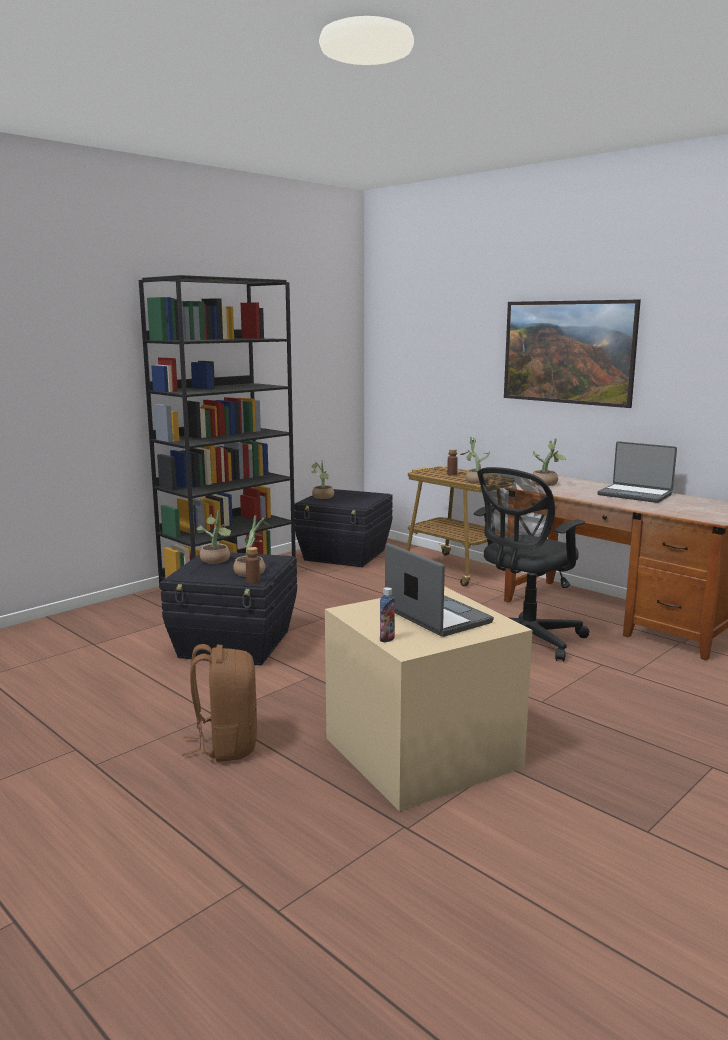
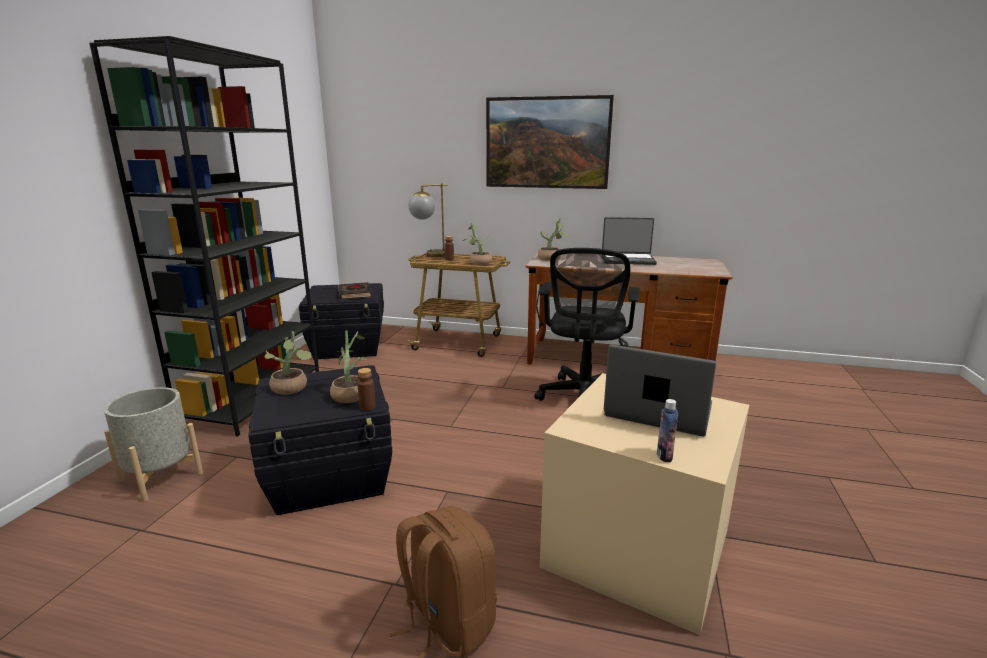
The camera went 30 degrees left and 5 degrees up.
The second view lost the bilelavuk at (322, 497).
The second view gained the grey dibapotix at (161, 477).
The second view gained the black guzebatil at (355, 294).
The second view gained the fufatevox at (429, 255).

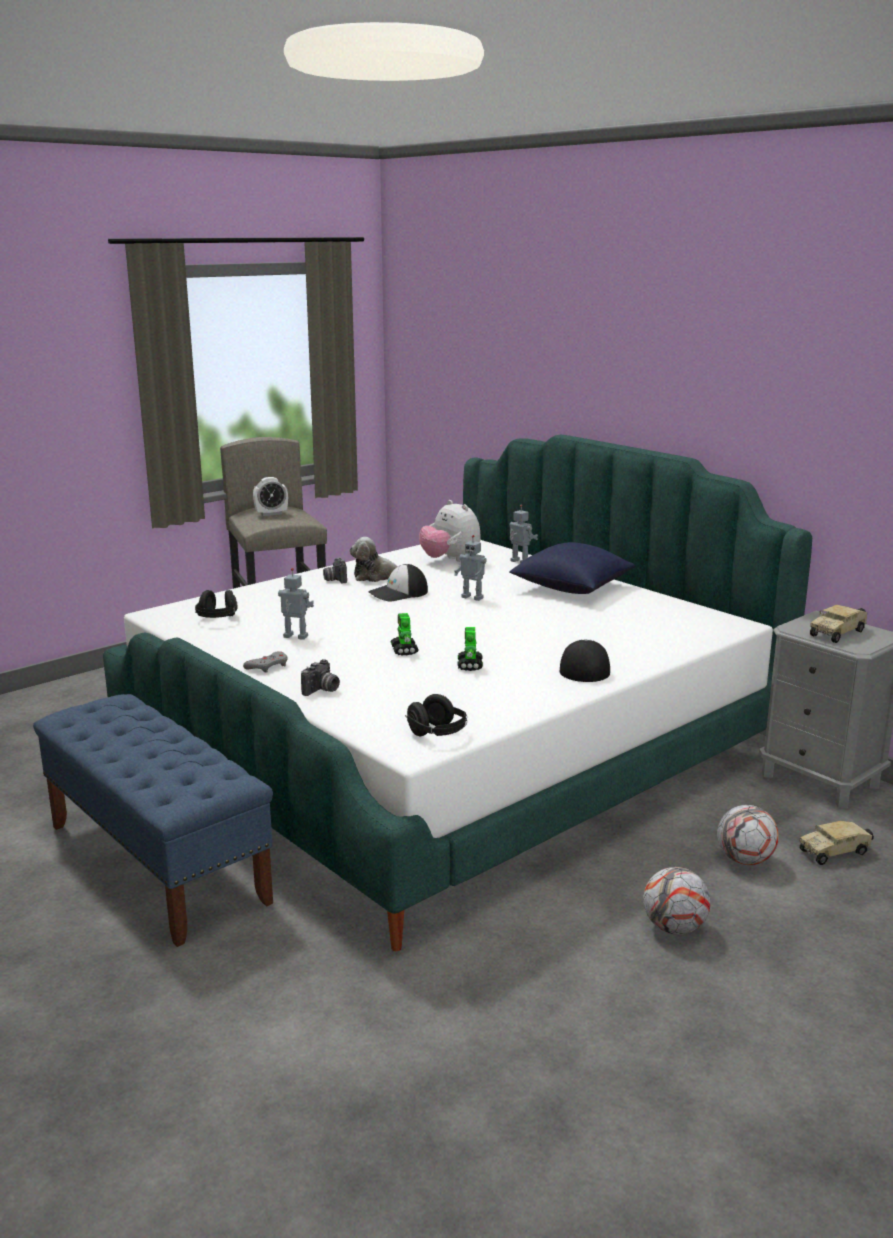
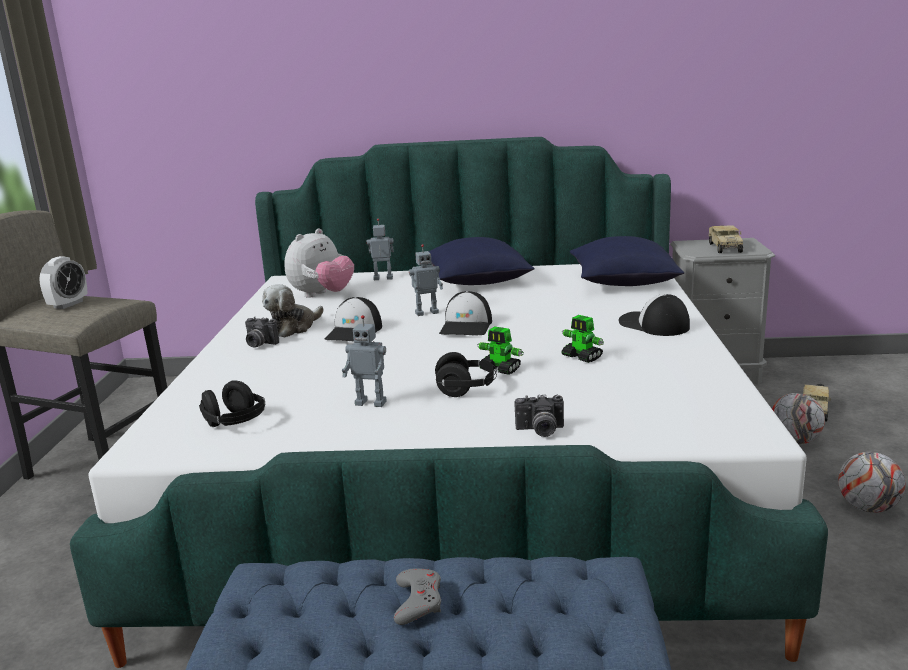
The camera went 45 degrees left and 0 degrees up.
The second view gained the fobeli at (466, 326).
The second view gained the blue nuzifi at (623, 282).
The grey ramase ended up elsewhere, having gone from (268, 666) to (418, 601).
The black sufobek ended up elsewhere, having gone from (437, 734) to (466, 389).
The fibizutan at (295, 637) ended up facing another way, 135 degrees counterclockwise from before.
The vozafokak at (322, 690) ended up facing another way, 105 degrees clockwise from before.
The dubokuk at (450, 560) ended up facing another way, 60 degrees counterclockwise from before.

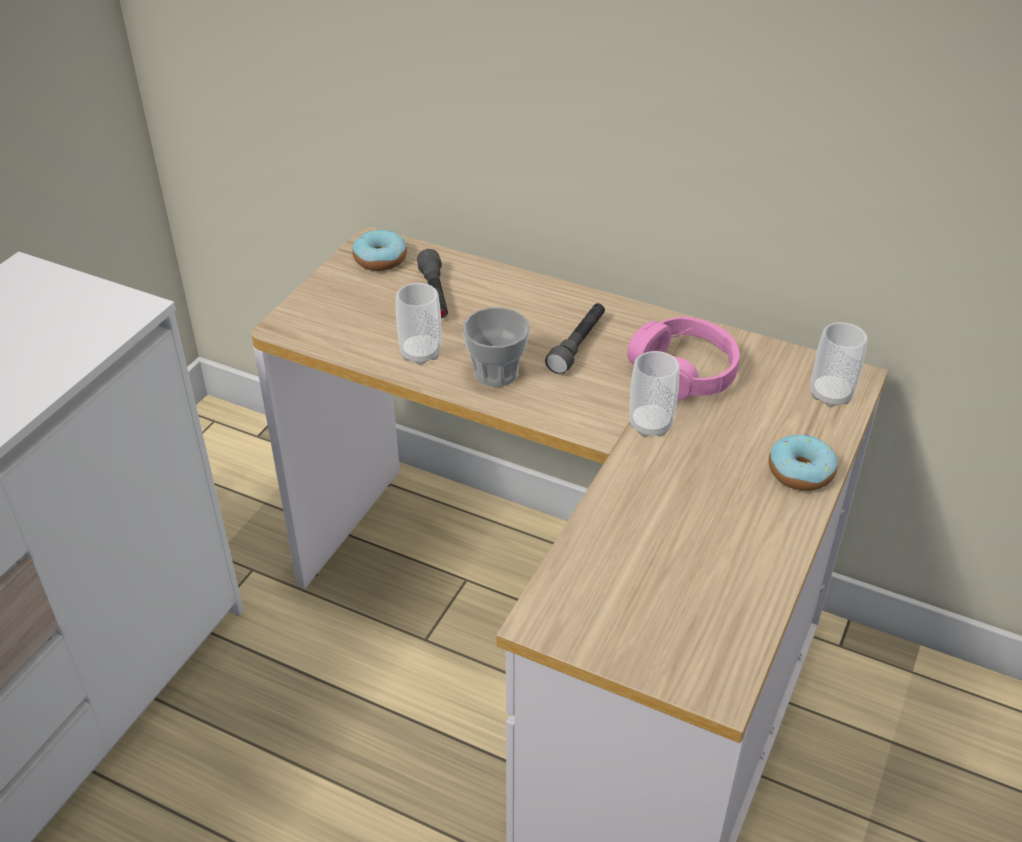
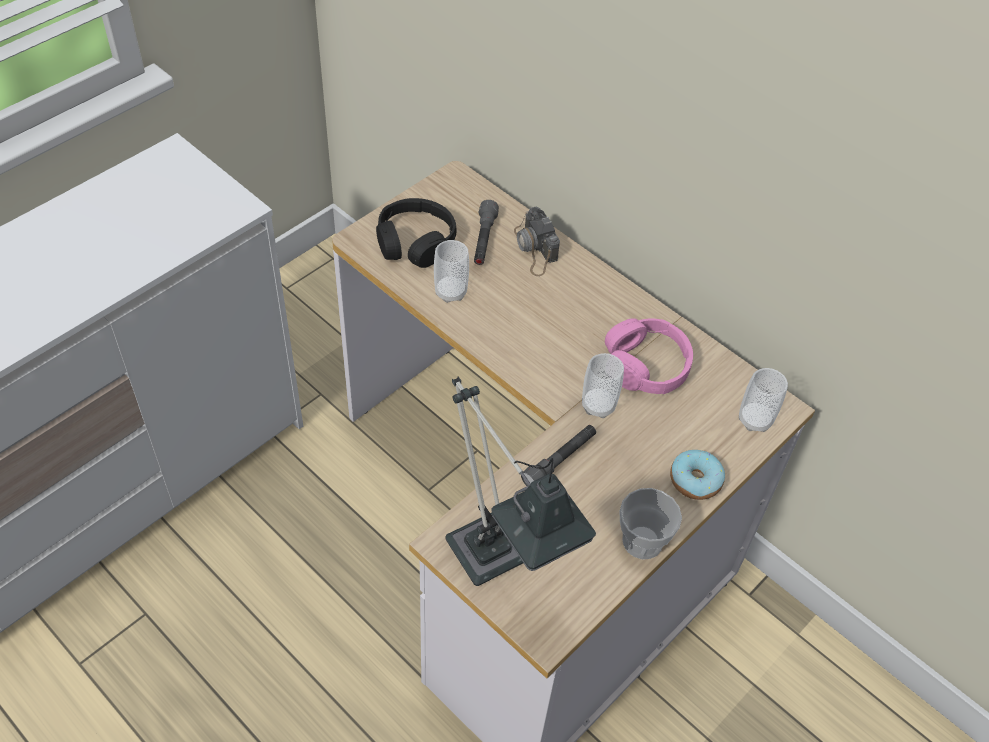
The camera went 15 degrees right and 10 degrees up.
The second view lost the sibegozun at (380, 259).
The second view gained the black sufobek at (415, 242).
The second view gained the fufatevox at (497, 565).
The second view gained the vozafokak at (535, 249).
The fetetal ended up elsewhere, having gone from (496, 373) to (642, 541).
The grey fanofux ended up elsewhere, having gone from (577, 345) to (560, 461).

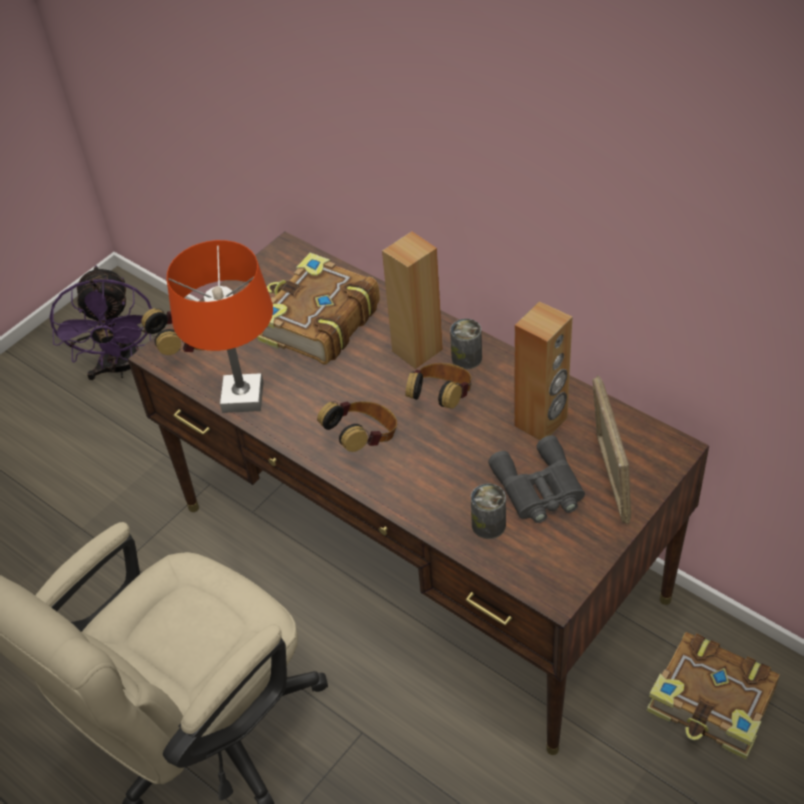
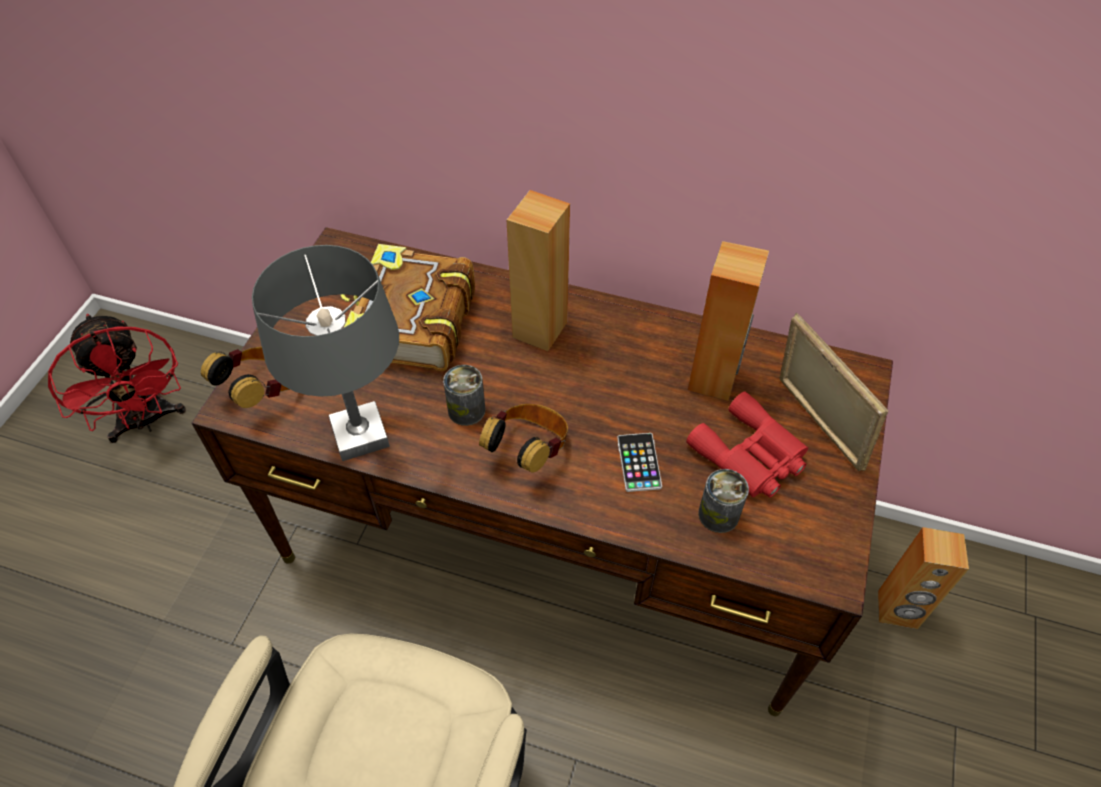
The camera went 25 degrees left and 5 degrees up.
The second view lost the sufobek at (442, 399).
The second view gained the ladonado at (639, 462).
The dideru ended up elsewhere, having gone from (466, 358) to (466, 410).
Where the guzebatil stood at (712, 704), the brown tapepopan came to stand at (897, 610).
What was the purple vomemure at (122, 369) turned into the red vomemure at (146, 421).
What was the orange fufatevox at (242, 397) turned into the grey fufatevox at (359, 436).
What was the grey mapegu at (539, 489) turned into the red mapegu at (750, 456).

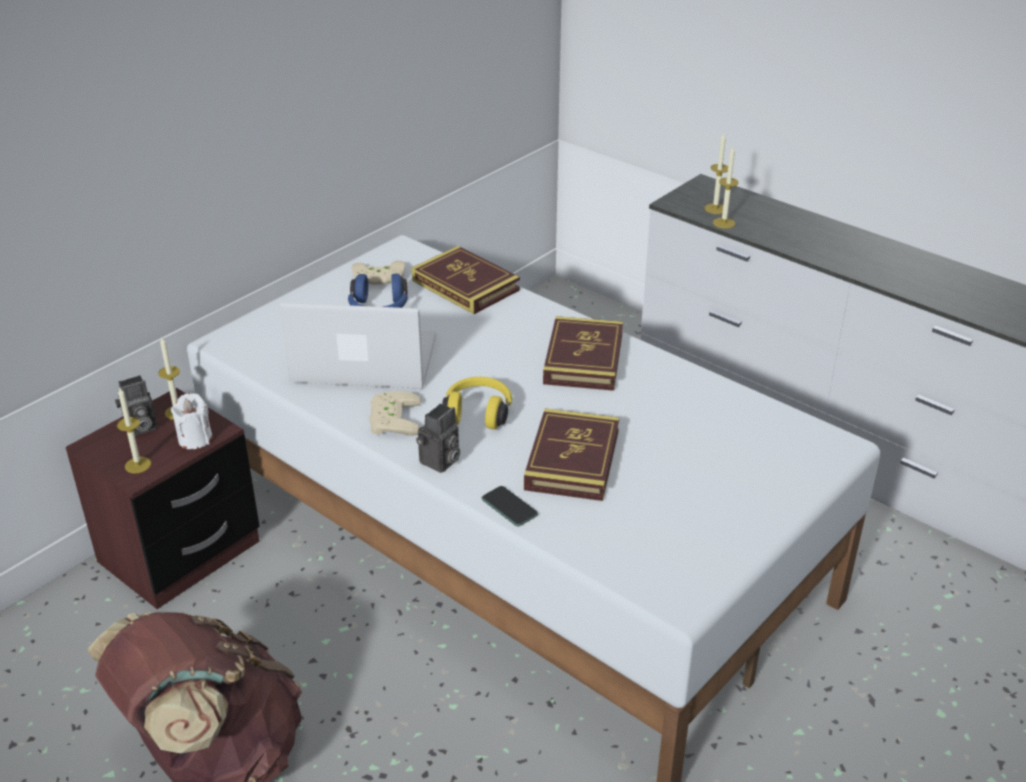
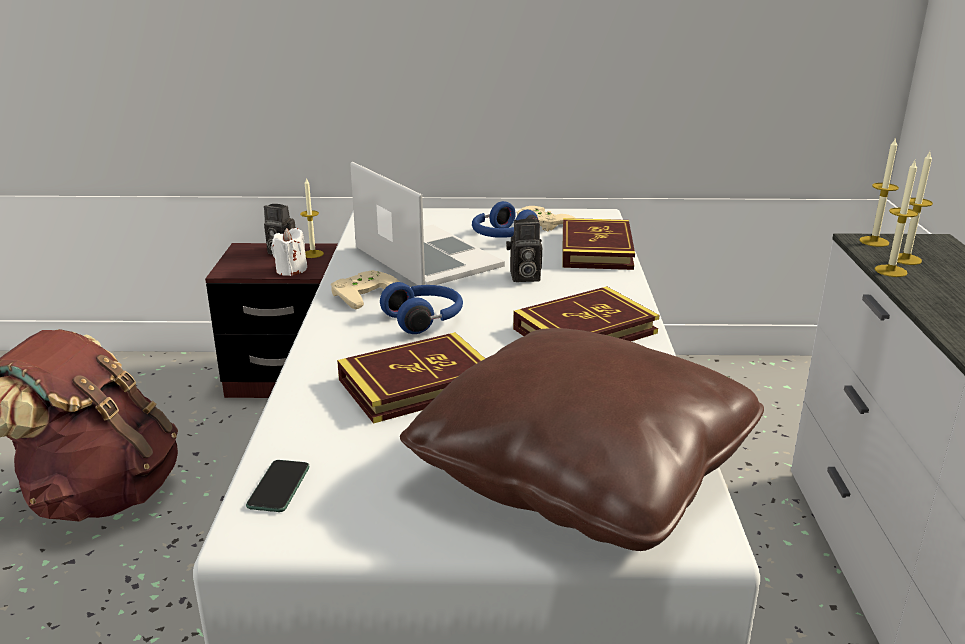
The camera went 50 degrees right and 10 degrees down.
The second view gained the brown nuzifi at (583, 471).
The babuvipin ended up elsewhere, having gone from (138, 465) to (874, 241).
The vozafokak ended up elsewhere, having gone from (440, 462) to (523, 277).
The ladonado ended up elsewhere, having gone from (509, 507) to (279, 487).
What was the yellow sufobek at (478, 412) turned into the blue sufobek at (425, 320).

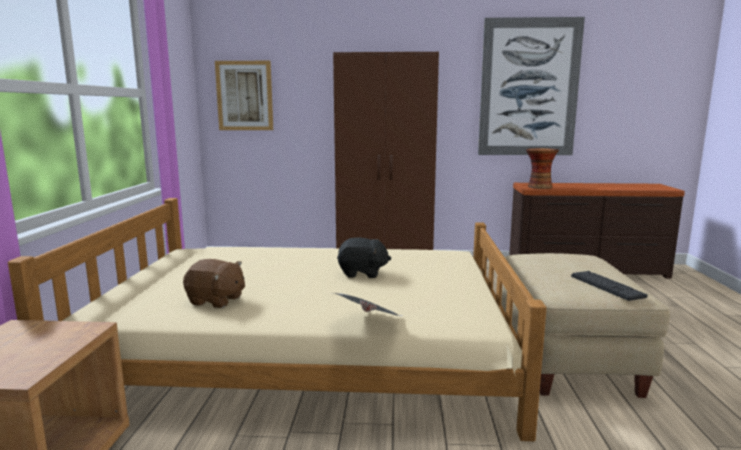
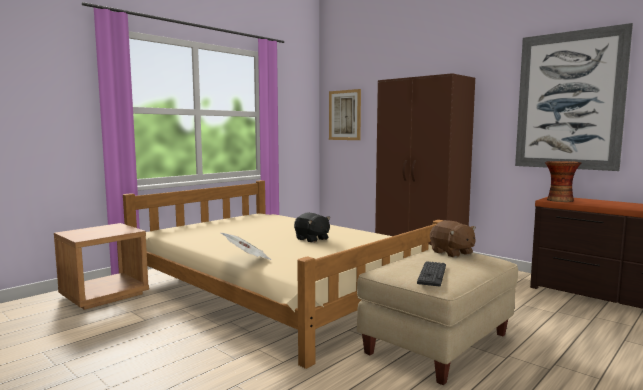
The camera went 40 degrees right and 5 degrees down.
The brown dubokuk ended up elsewhere, having gone from (216, 301) to (452, 253).

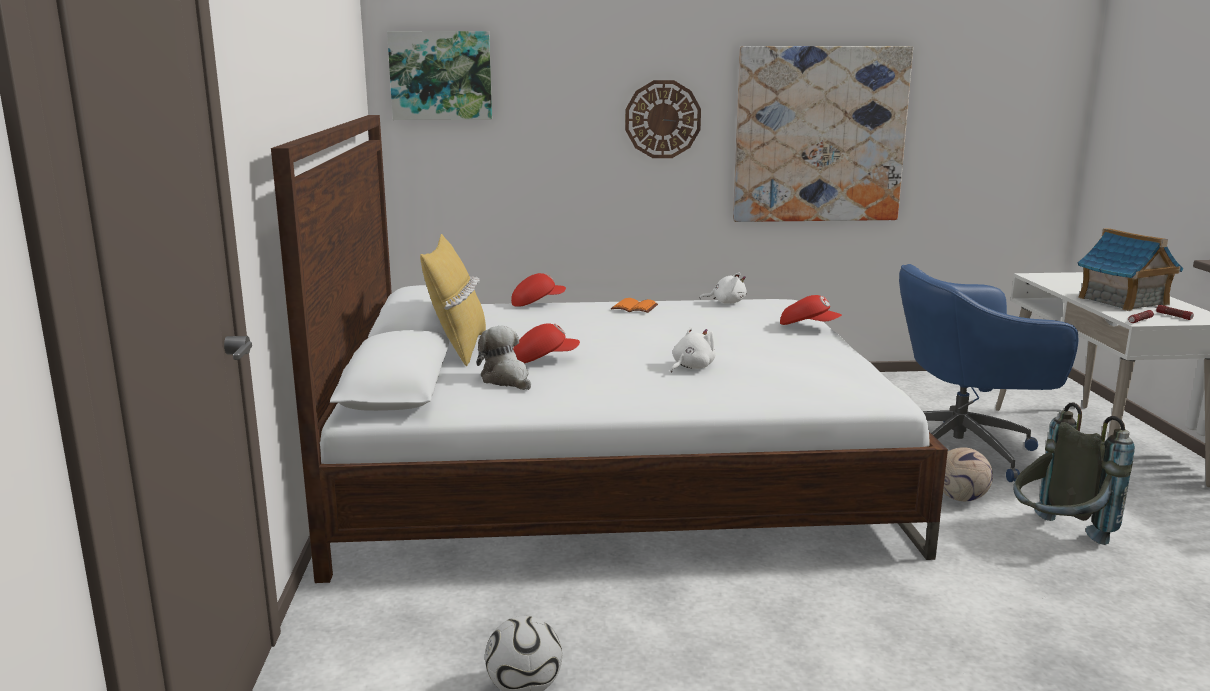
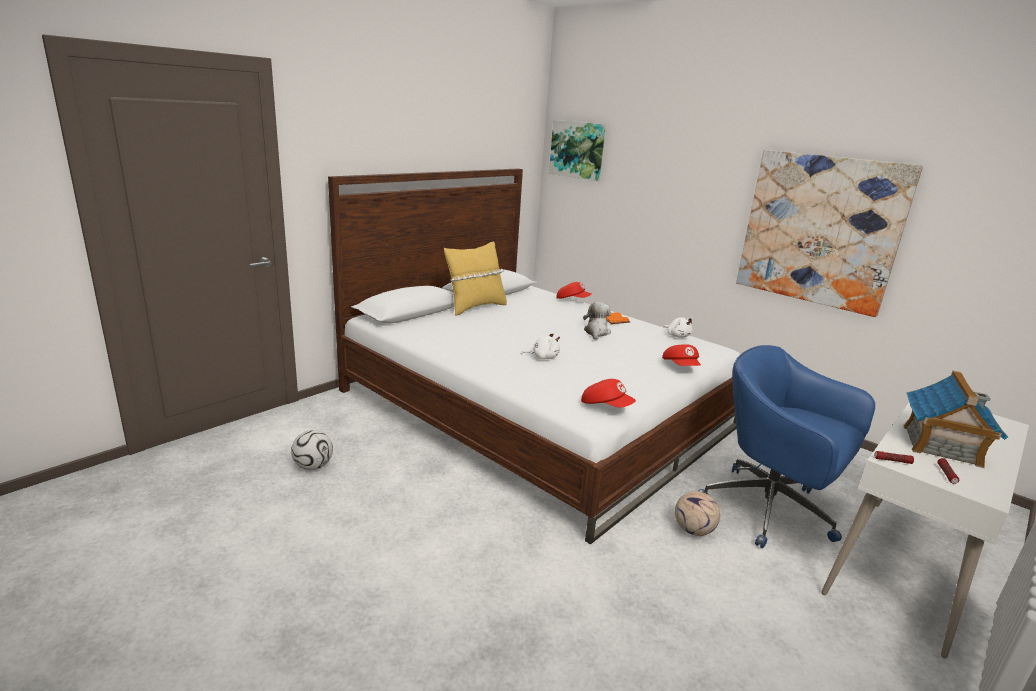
The camera went 45 degrees right and 5 degrees up.
The second view lost the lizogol at (662, 119).
The second view lost the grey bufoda at (1057, 538).
The dubokuk ended up elsewhere, having gone from (507, 380) to (596, 332).
The red fobeli ended up elsewhere, having gone from (544, 360) to (606, 406).

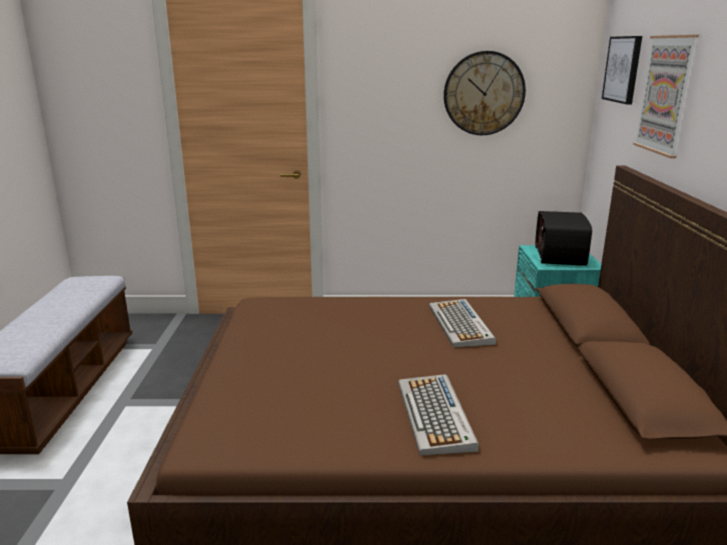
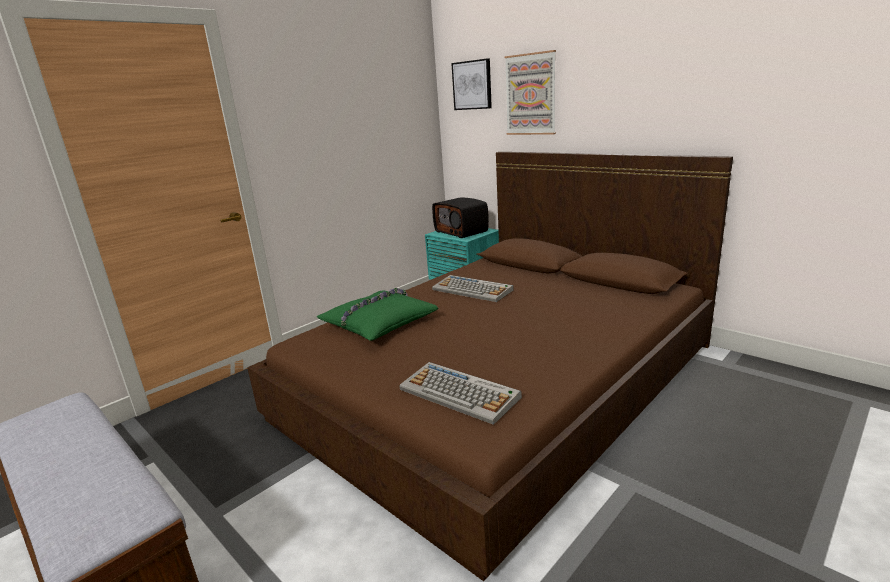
The camera went 45 degrees left and 0 degrees up.
The second view lost the lizogol at (484, 93).
The second view gained the green nuzifi at (378, 323).
The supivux ended up elsewhere, having gone from (436, 415) to (460, 393).

